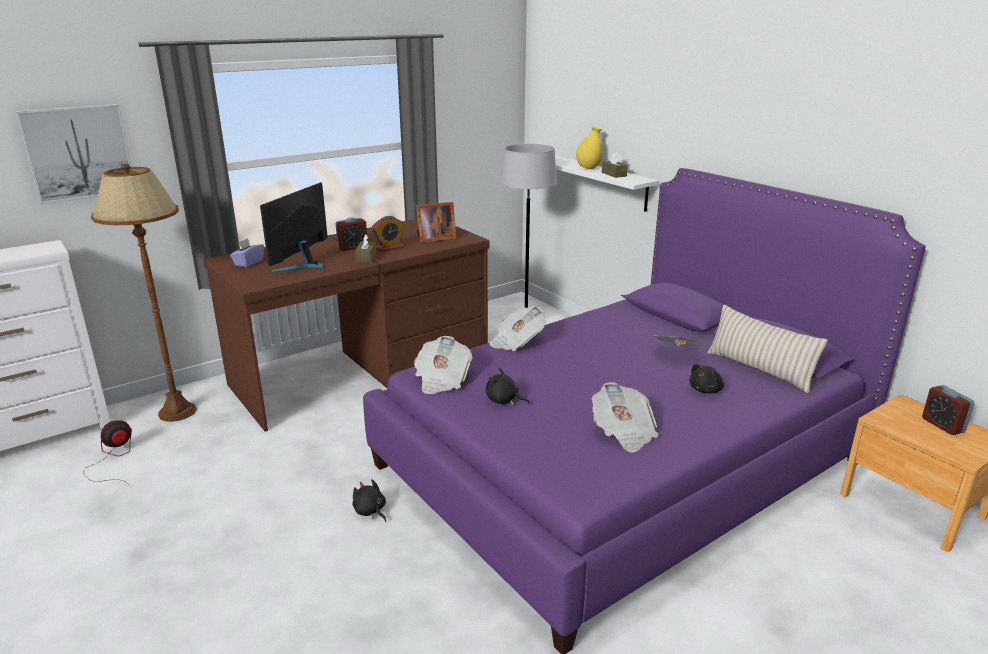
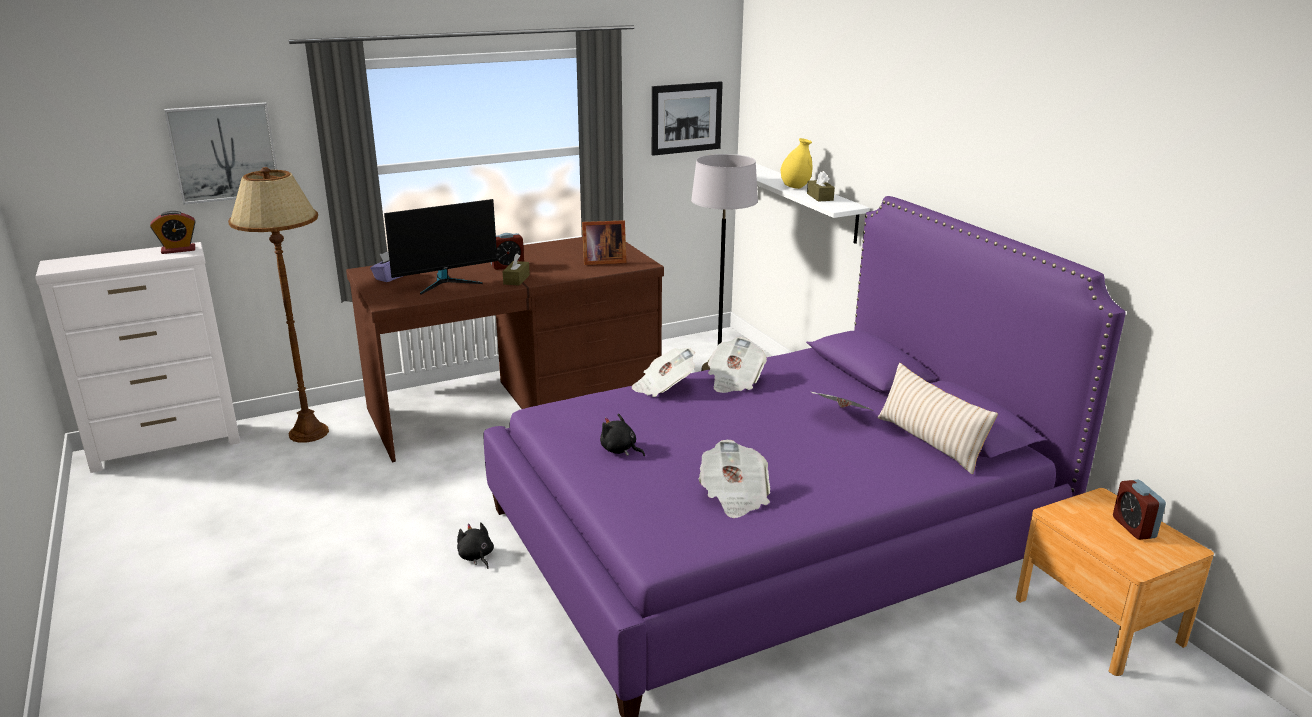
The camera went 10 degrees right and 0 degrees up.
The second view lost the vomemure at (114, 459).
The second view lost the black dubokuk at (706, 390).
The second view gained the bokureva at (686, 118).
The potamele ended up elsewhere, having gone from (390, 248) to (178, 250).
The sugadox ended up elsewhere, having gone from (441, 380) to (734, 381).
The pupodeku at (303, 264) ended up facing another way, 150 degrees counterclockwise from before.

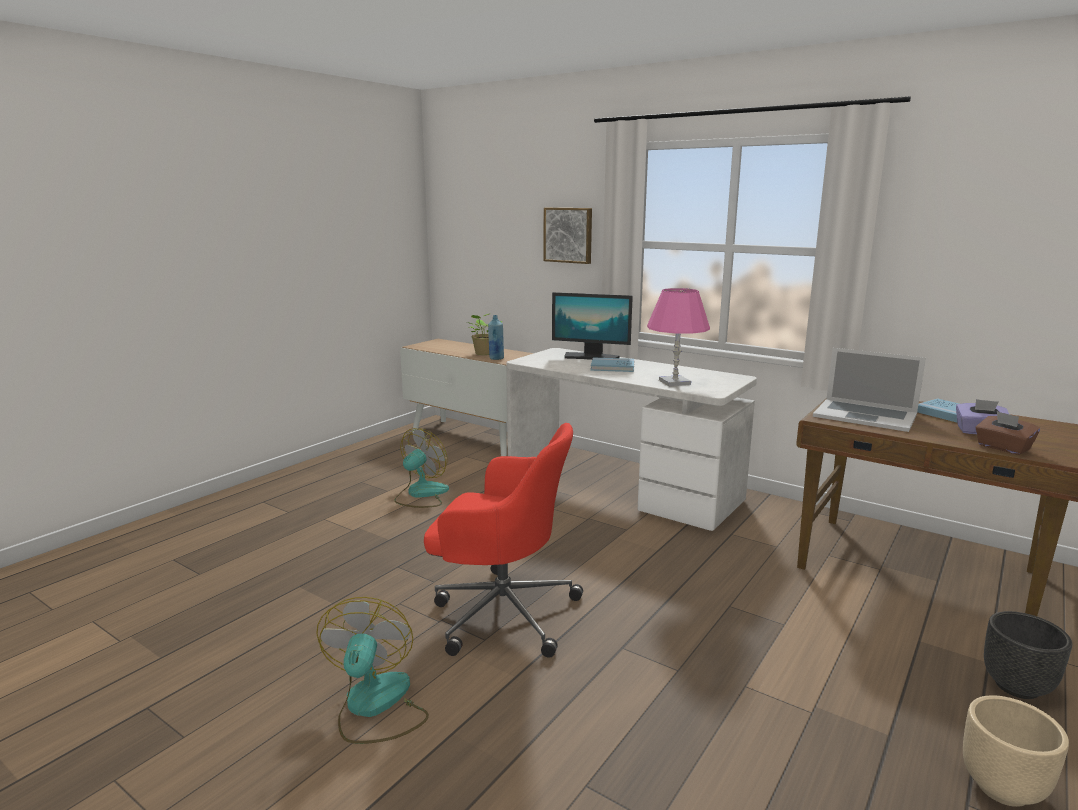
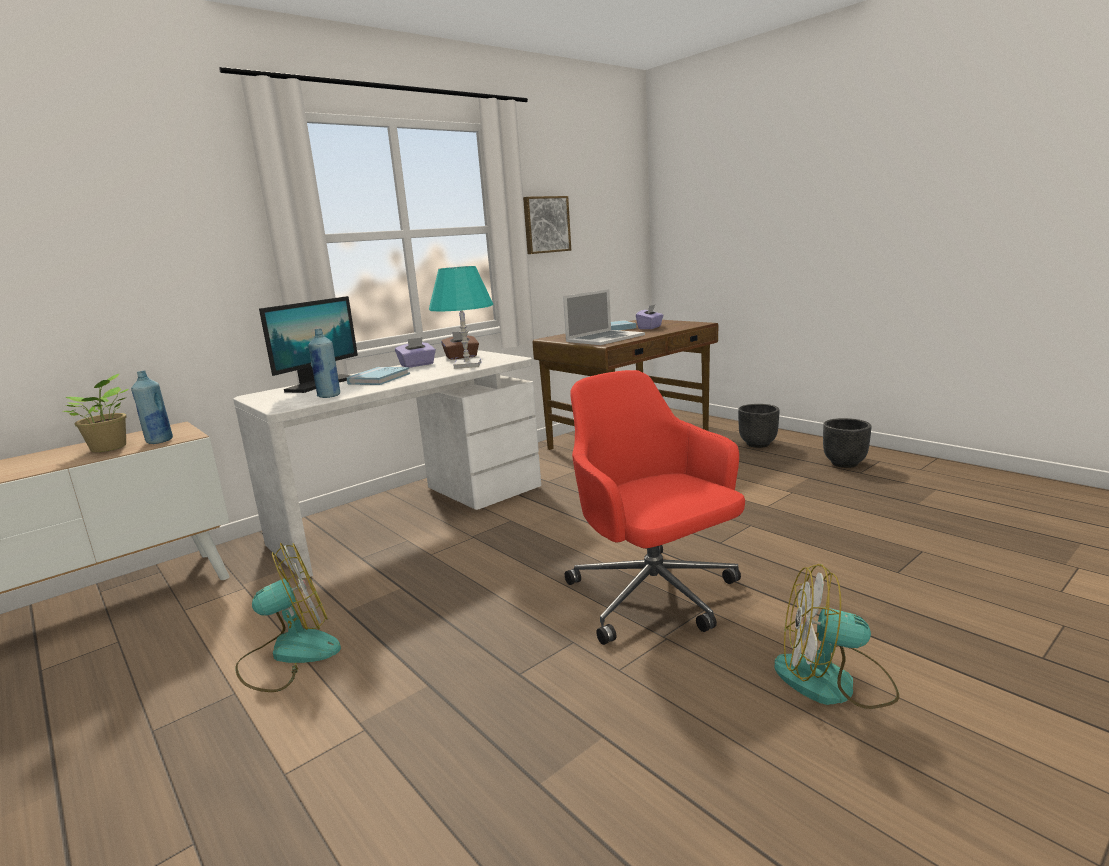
The camera went 75 degrees left and 0 degrees up.
The second view gained the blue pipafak at (329, 395).
The second view gained the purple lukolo at (417, 365).
The bokureva ended up elsewhere, having gone from (568, 235) to (545, 225).
The brown lukolo ended up elsewhere, having gone from (1002, 448) to (461, 357).
What was the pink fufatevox at (675, 382) turned into the turquoise fufatevox at (467, 365).
What was the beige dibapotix at (1001, 787) turned into the black dibapotix at (843, 463).
The vomemure at (421, 494) ended up facing another way, 105 degrees clockwise from before.
The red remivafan at (501, 612) ended up facing another way, 60 degrees counterclockwise from before.

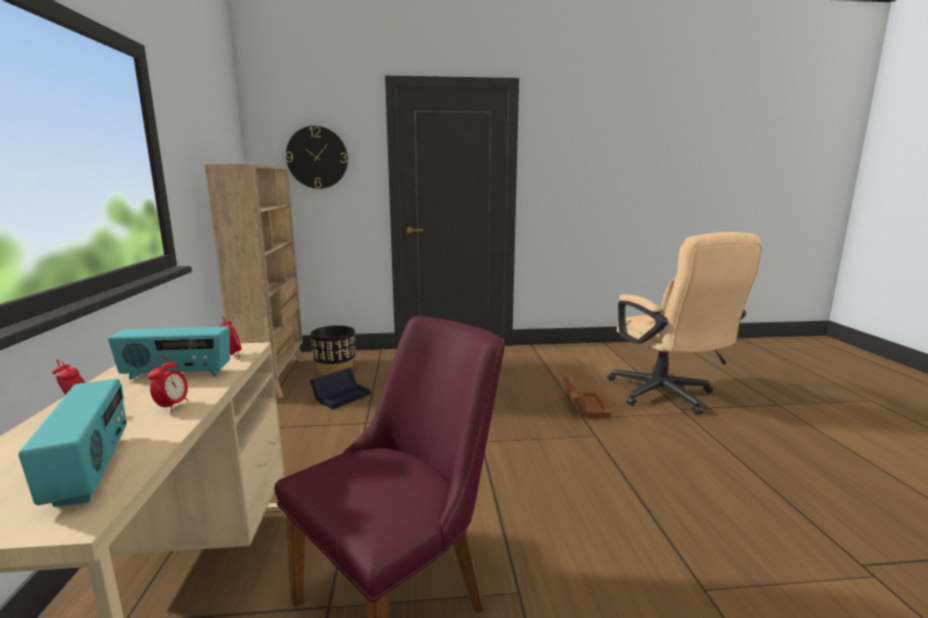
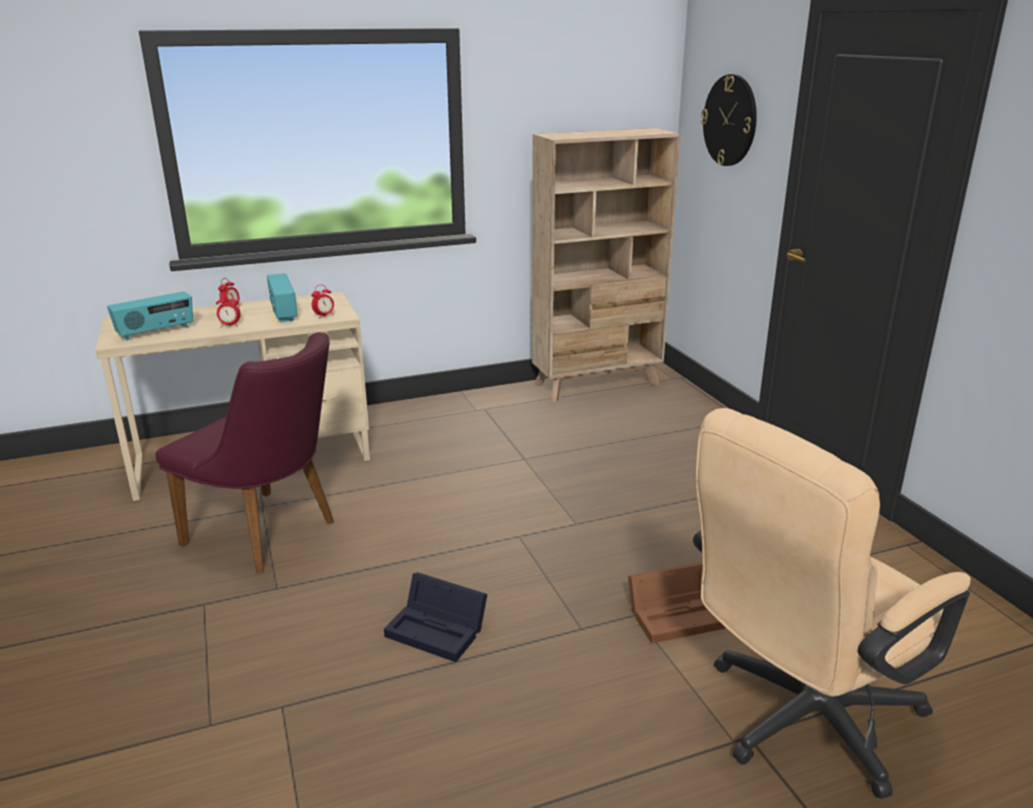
The camera went 75 degrees right and 10 degrees up.
The second view lost the black dibapotix at (335, 369).
The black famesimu ended up elsewhere, having gone from (342, 396) to (439, 630).

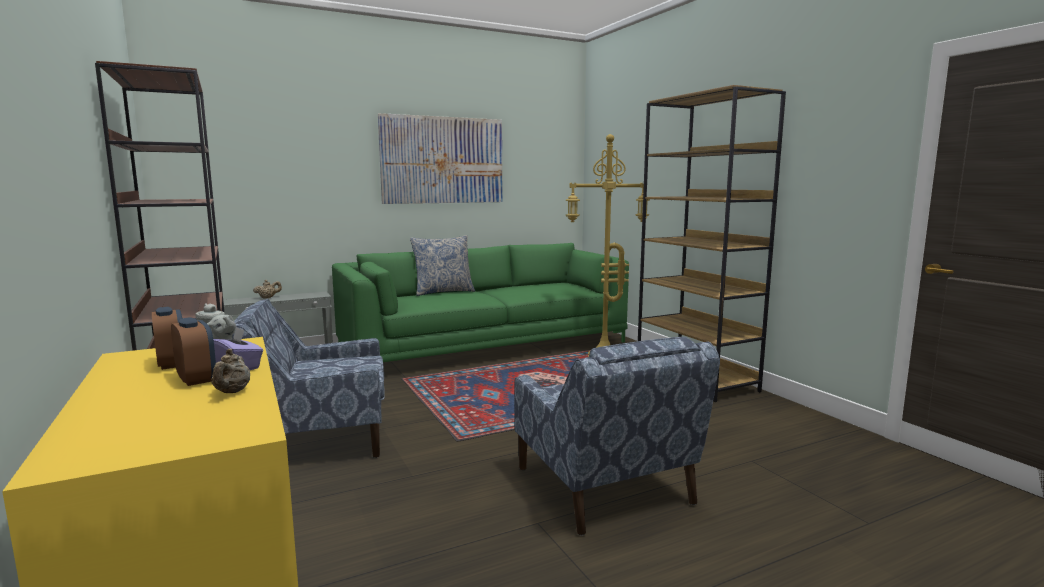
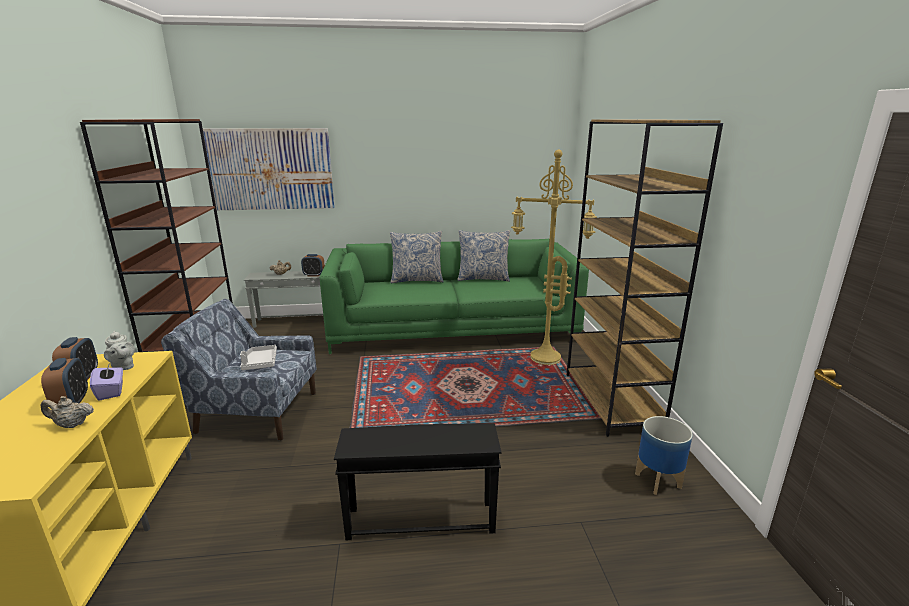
The camera went 20 degrees right and 10 degrees up.
The second view gained the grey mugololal at (260, 363).
The second view gained the potamele at (314, 275).
The second view gained the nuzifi at (483, 278).
The second view gained the dibapotix at (658, 481).
The bokureva ended up elsewhere, having gone from (443, 160) to (271, 169).
Where the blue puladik stood at (604, 488), the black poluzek came to stand at (421, 519).
The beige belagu at (232, 392) ended up facing another way, 75 degrees clockwise from before.

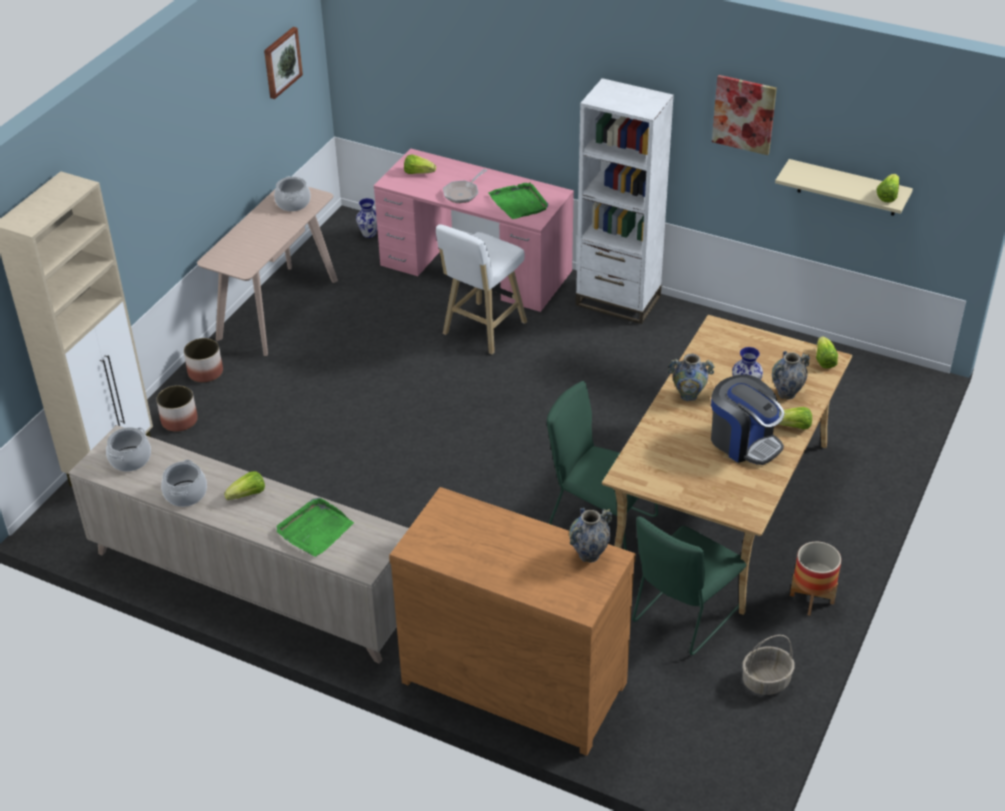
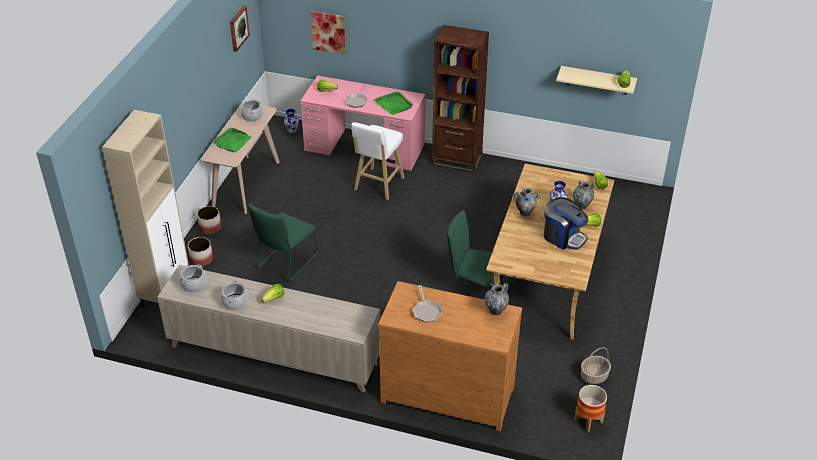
The camera went 10 degrees left and 0 degrees up.
The second view gained the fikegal at (426, 311).
The green mugololal ended up elsewhere, having gone from (314, 530) to (232, 142).
The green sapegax ended up elsewhere, having gone from (683, 616) to (286, 262).
The bokureva ended up elsewhere, having gone from (744, 114) to (328, 32).
The dibapotix ended up elsewhere, having gone from (812, 599) to (588, 421).
What was the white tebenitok at (618, 301) turned into the brown tebenitok at (457, 159).

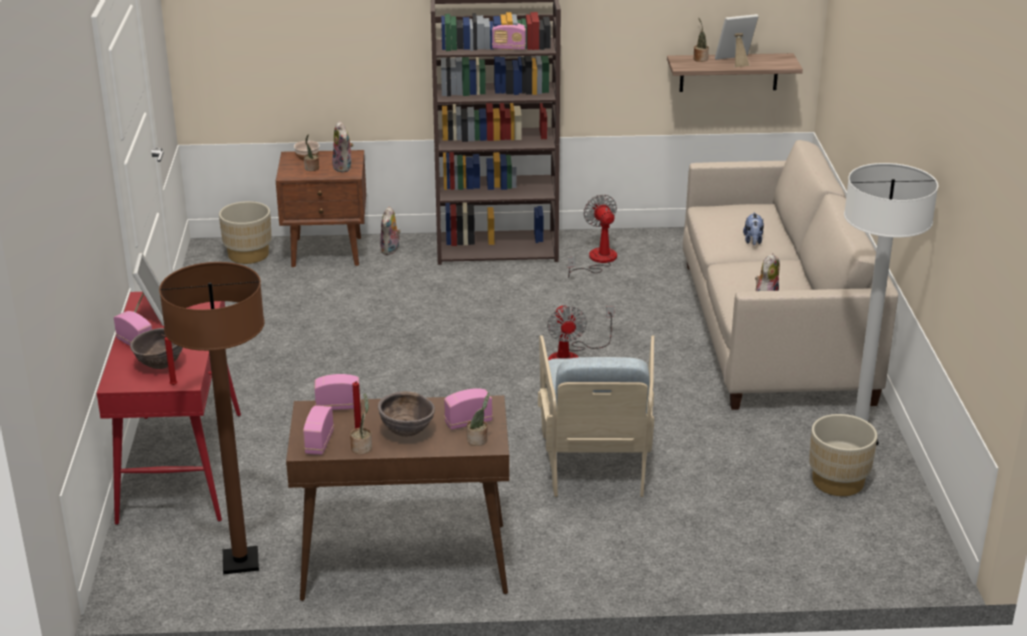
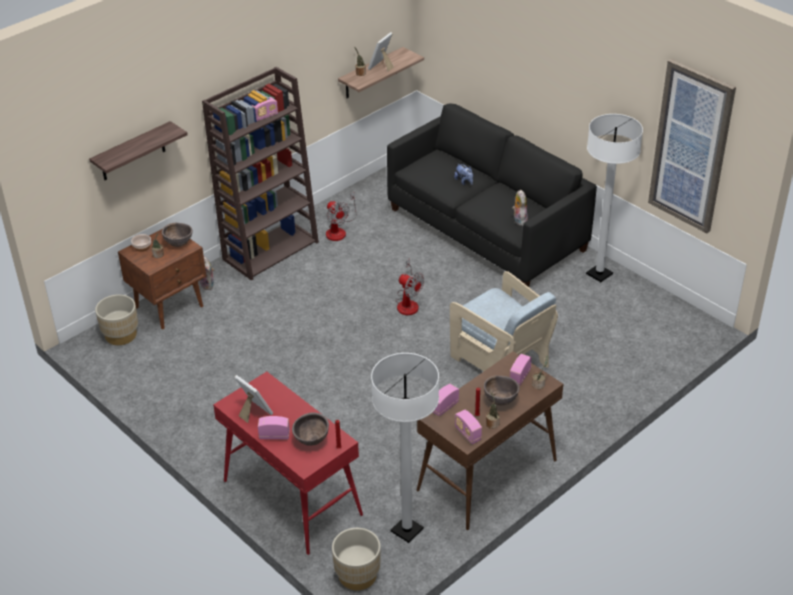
The camera went 40 degrees left and 10 degrees up.
The second view gained the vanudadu at (132, 152).
The second view gained the bokureva at (691, 147).
The beige dibapotix ended up elsewhere, having gone from (837, 481) to (357, 575).
Where the dubokuk stood at (344, 168), the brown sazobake came to stand at (179, 244).
What was the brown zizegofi at (240, 562) turned into the white zizegofi at (407, 530).
What was the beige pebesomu at (774, 331) turned into the black pebesomu at (487, 229).
The vomemure at (597, 260) ended up facing another way, 150 degrees counterclockwise from before.

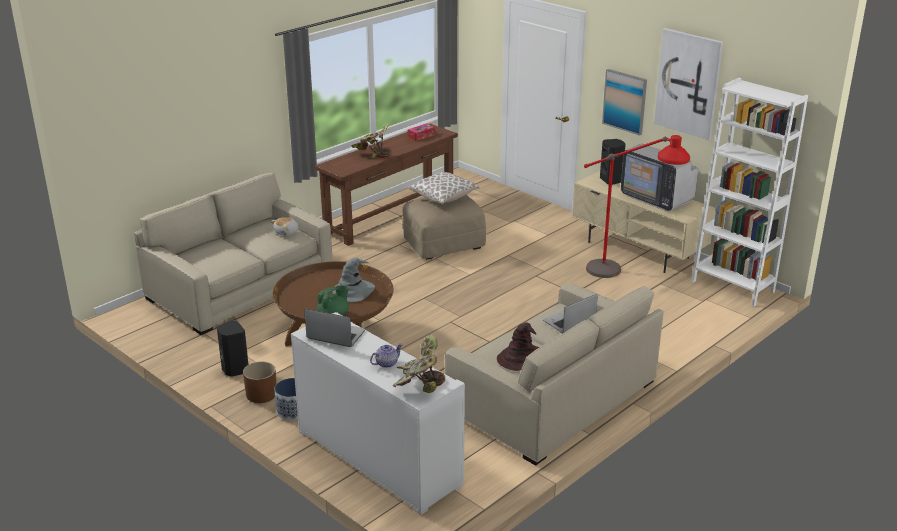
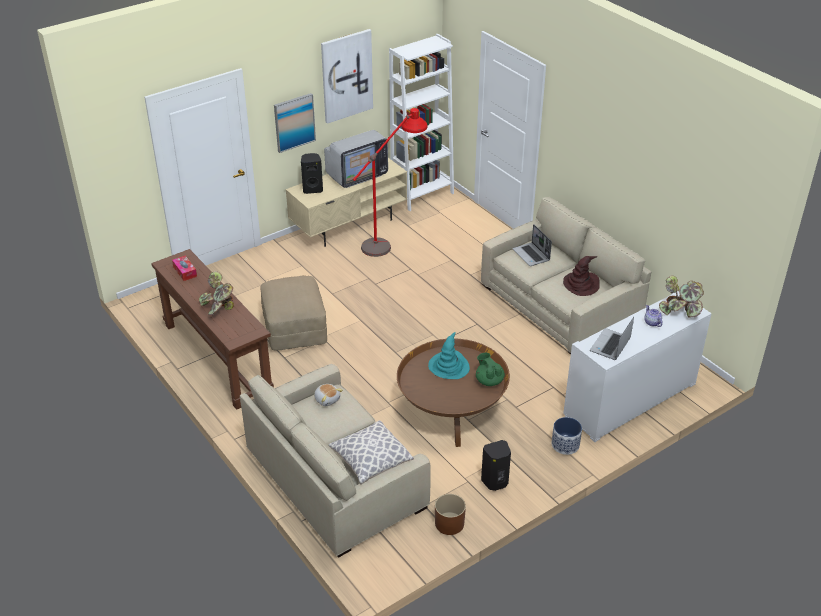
The camera went 80 degrees left and 10 degrees up.
The brown dibapotix ended up elsewhere, having gone from (261, 394) to (449, 523).
The nuzifi ended up elsewhere, having gone from (444, 197) to (371, 461).
What was the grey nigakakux at (353, 292) turned into the turquoise nigakakux at (449, 366).

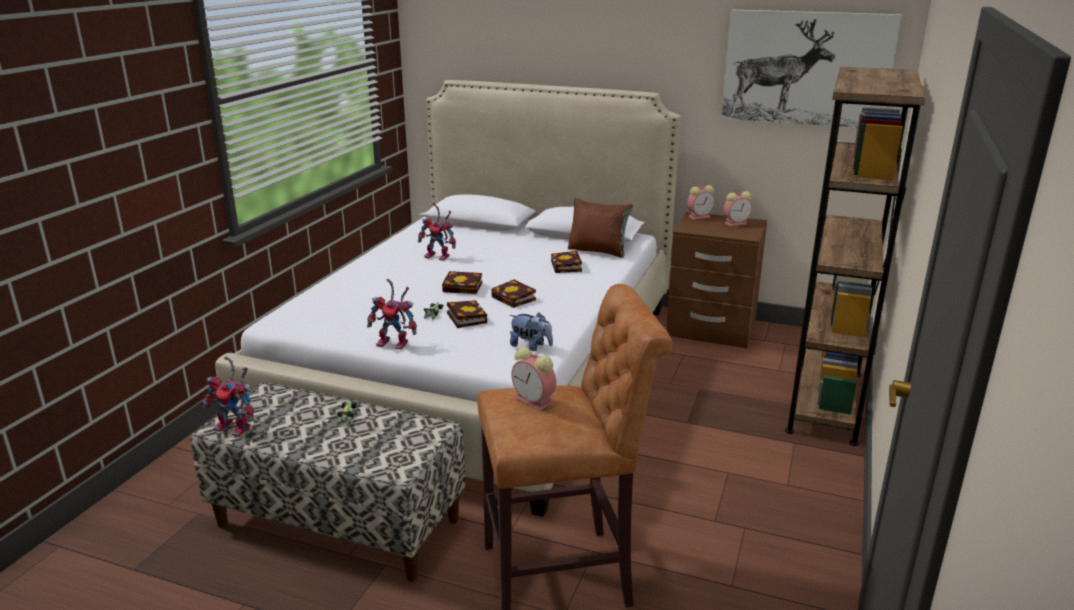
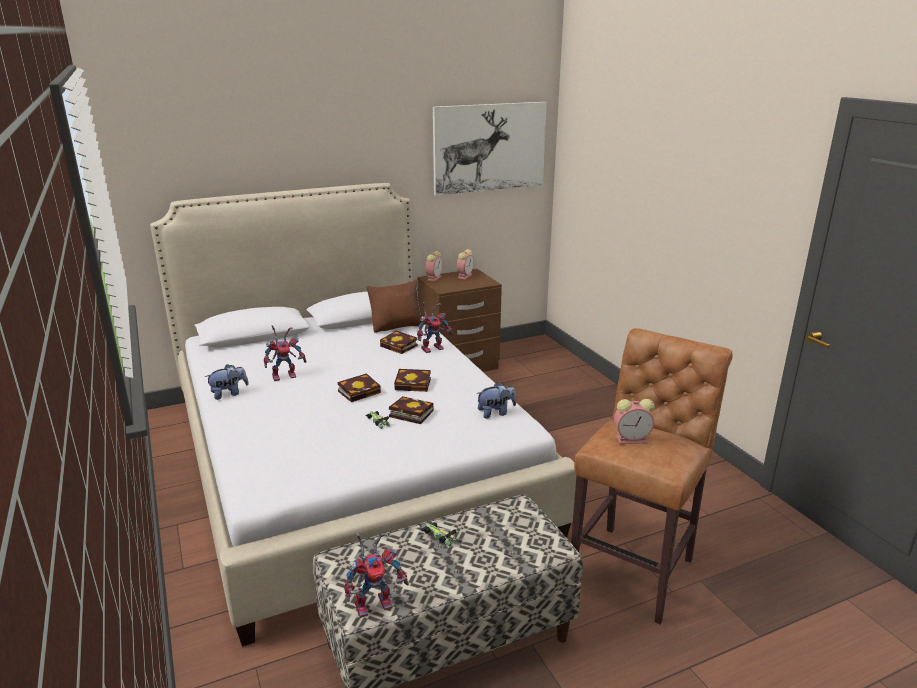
The camera went 45 degrees left and 0 degrees up.
The second view lost the brown tebenitok at (825, 401).
The second view gained the dubokuk at (229, 394).
The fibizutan ended up elsewhere, having gone from (396, 343) to (433, 348).

